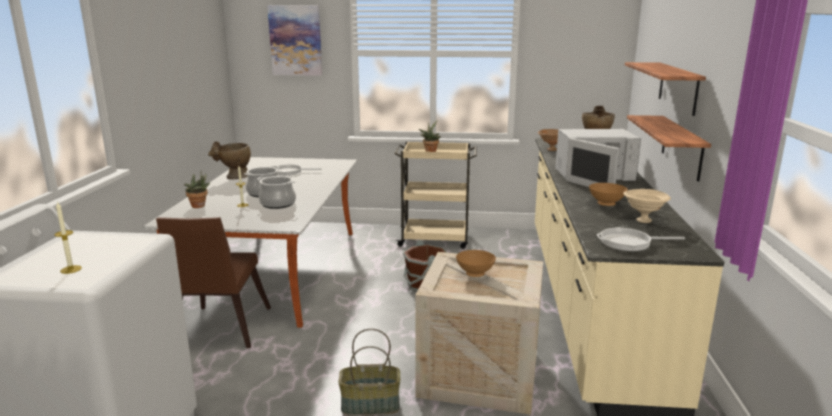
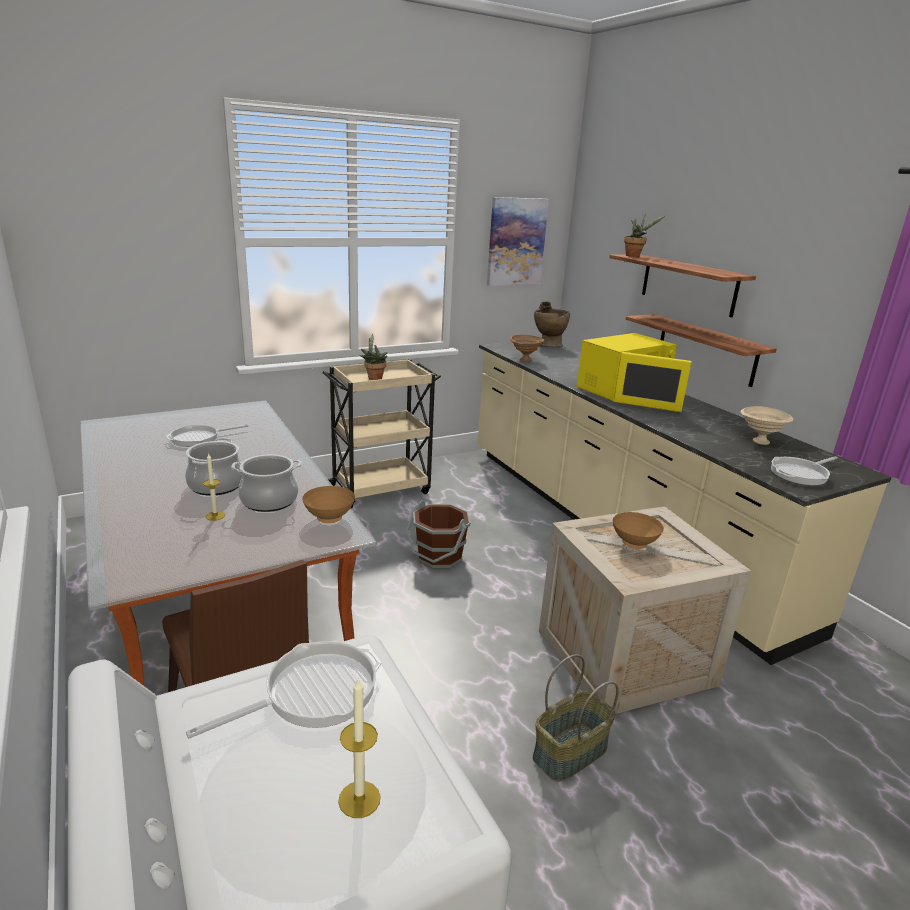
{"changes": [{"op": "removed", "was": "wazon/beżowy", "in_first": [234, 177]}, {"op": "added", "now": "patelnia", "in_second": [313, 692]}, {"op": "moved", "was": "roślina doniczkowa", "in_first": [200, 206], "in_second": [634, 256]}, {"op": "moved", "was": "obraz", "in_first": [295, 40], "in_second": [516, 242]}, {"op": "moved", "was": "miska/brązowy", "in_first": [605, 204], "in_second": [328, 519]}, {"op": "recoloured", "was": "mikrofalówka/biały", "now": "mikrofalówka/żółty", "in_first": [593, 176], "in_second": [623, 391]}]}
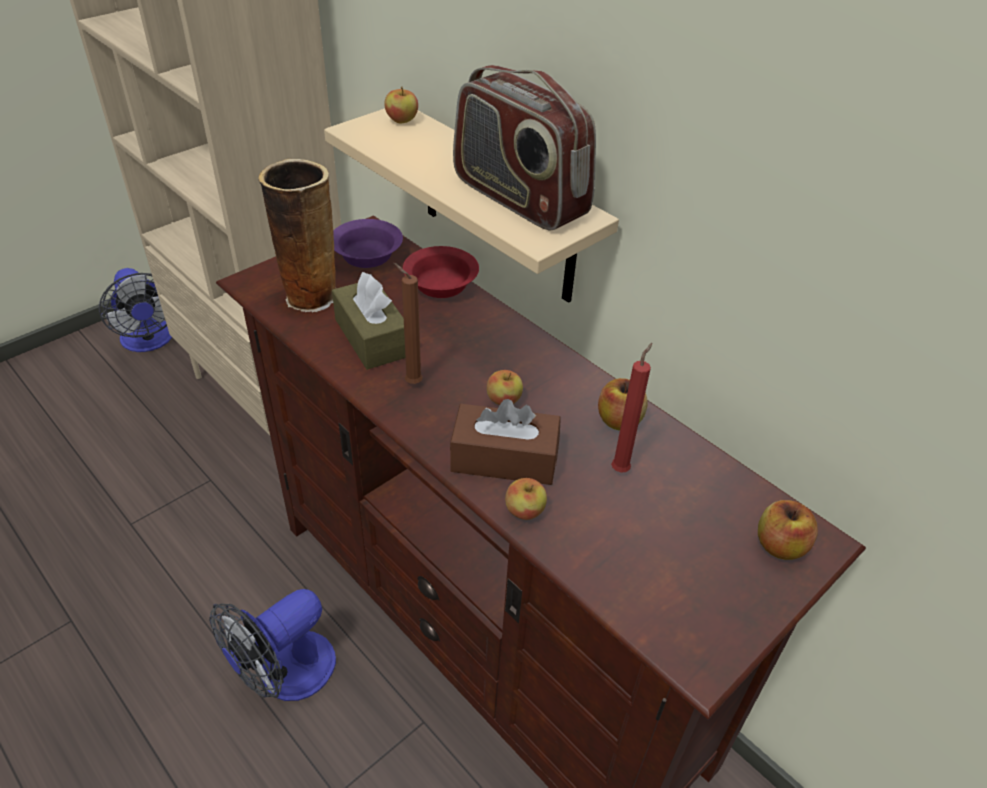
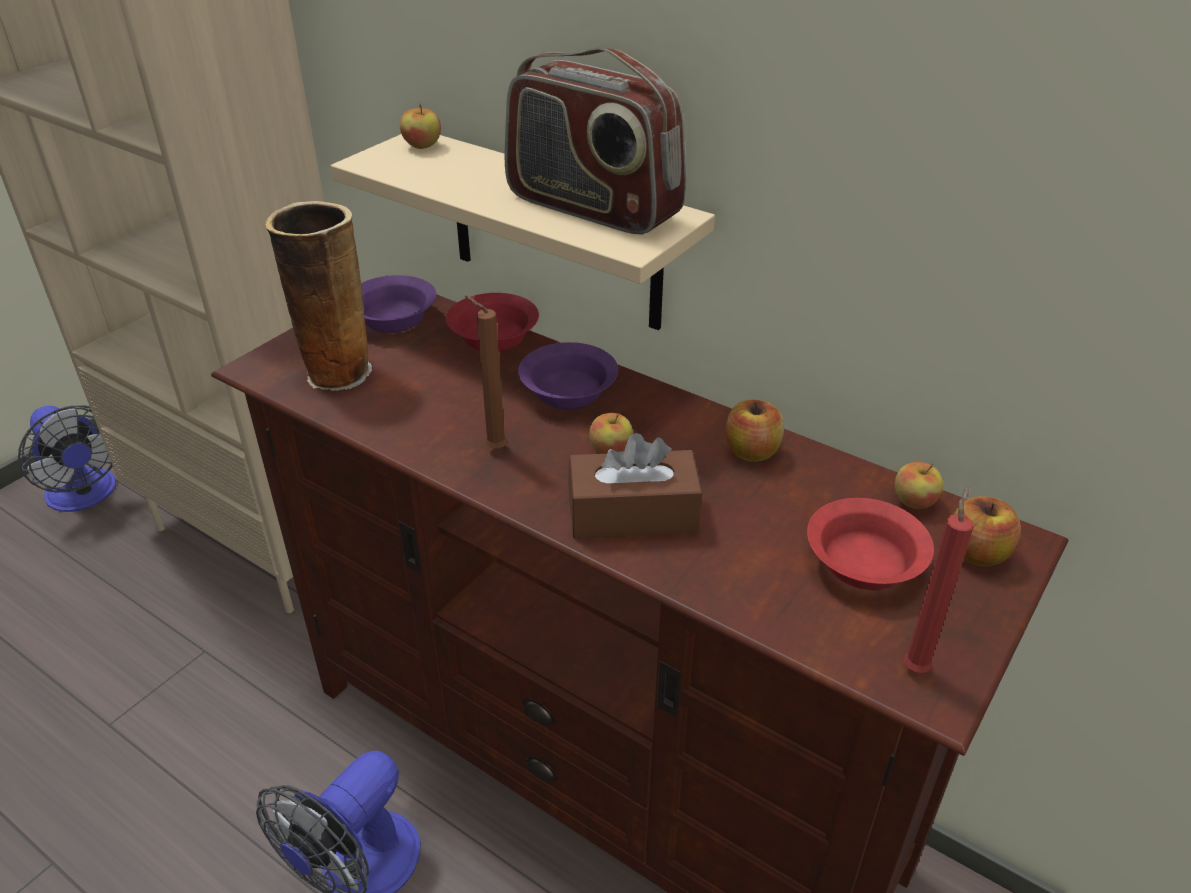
{"changes": [{"op": "removed", "was": "pudełko chusteczek/brązowy", "in_first": [372, 337]}, {"op": "added", "now": "miska/fioletowy", "in_second": [566, 393]}, {"op": "added", "now": "miska/czerwony", "in_second": [860, 563]}, {"op": "moved", "was": "jabłko", "in_first": [525, 511], "in_second": [914, 502]}, {"op": "moved", "was": "świeca/czerwony", "in_first": [621, 468], "in_second": [916, 666]}]}
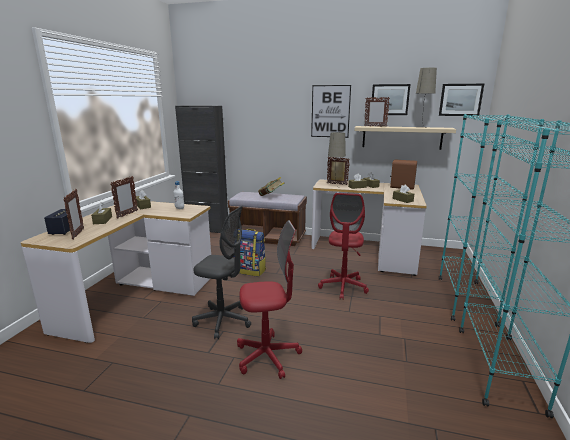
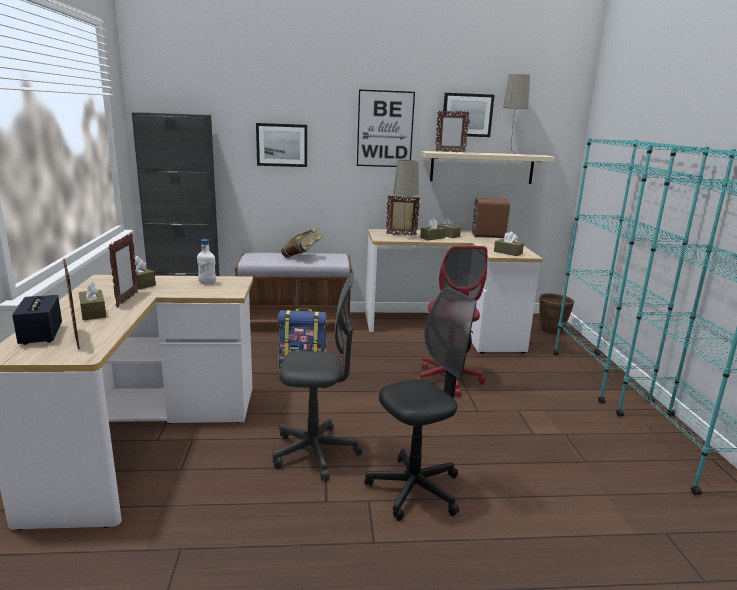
{"changes": [{"op": "added", "now": "donica/brązowy", "in_second": [551, 331]}, {"op": "moved", "was": "obraz", "in_first": [460, 100], "in_second": [282, 145]}, {"op": "recoloured", "was": "krzesło biurowe/czerwony", "now": "krzesło biurowe/czarny", "in_first": [267, 356], "in_second": [415, 490]}]}
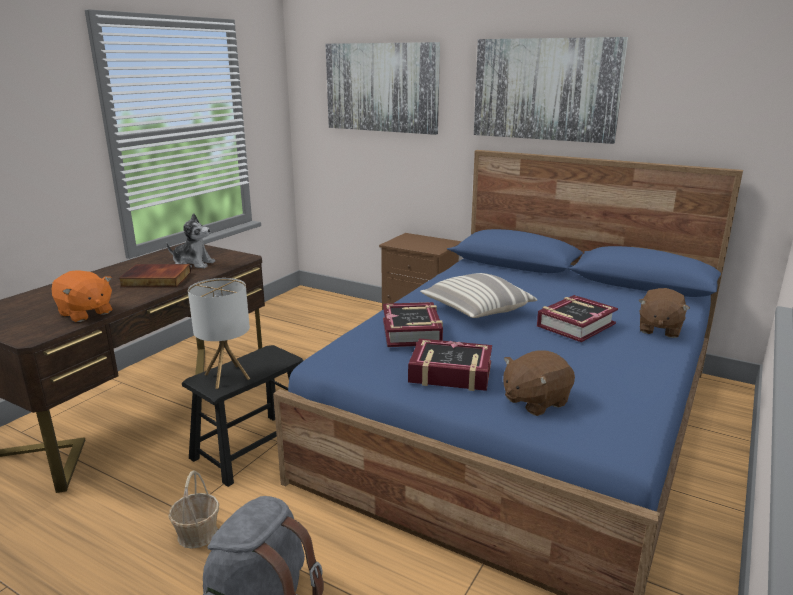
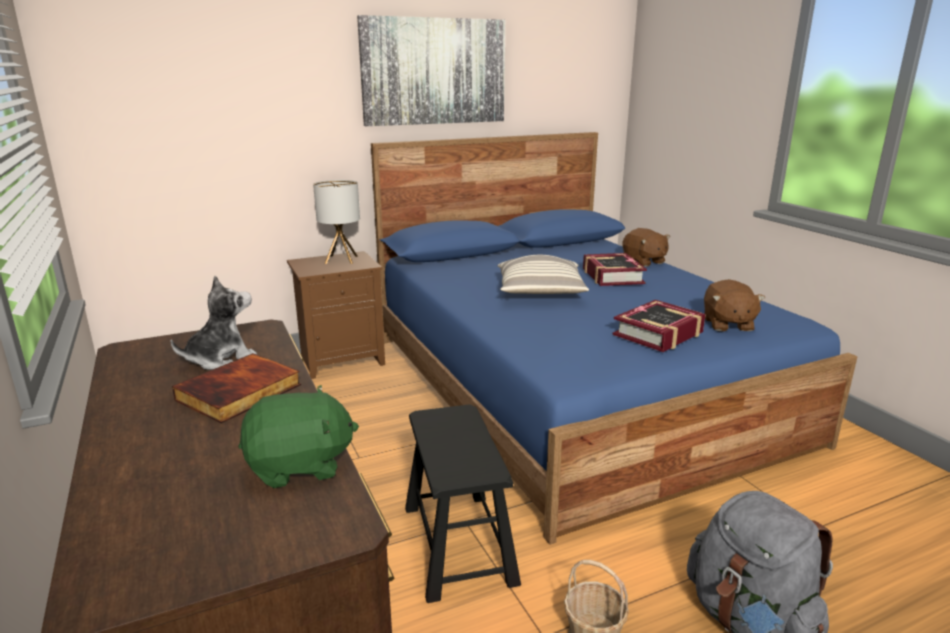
{"changes": [{"op": "removed", "was": "obraz", "in_first": [381, 87]}, {"op": "removed", "was": "książka", "in_first": [412, 332]}, {"op": "moved", "was": "lampa stołowa", "in_first": [227, 376], "in_second": [341, 259]}, {"op": "recoloured", "was": "pluszak/pomarańczowy", "now": "pluszak/zielony", "in_first": [85, 313], "in_second": [300, 466]}]}
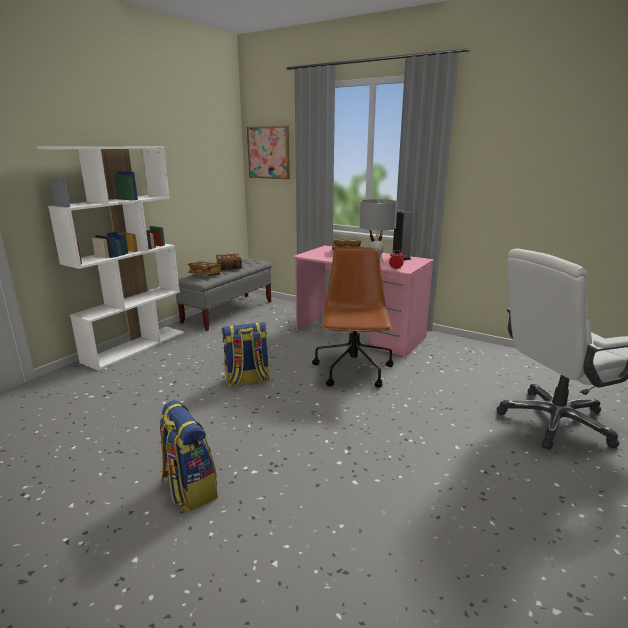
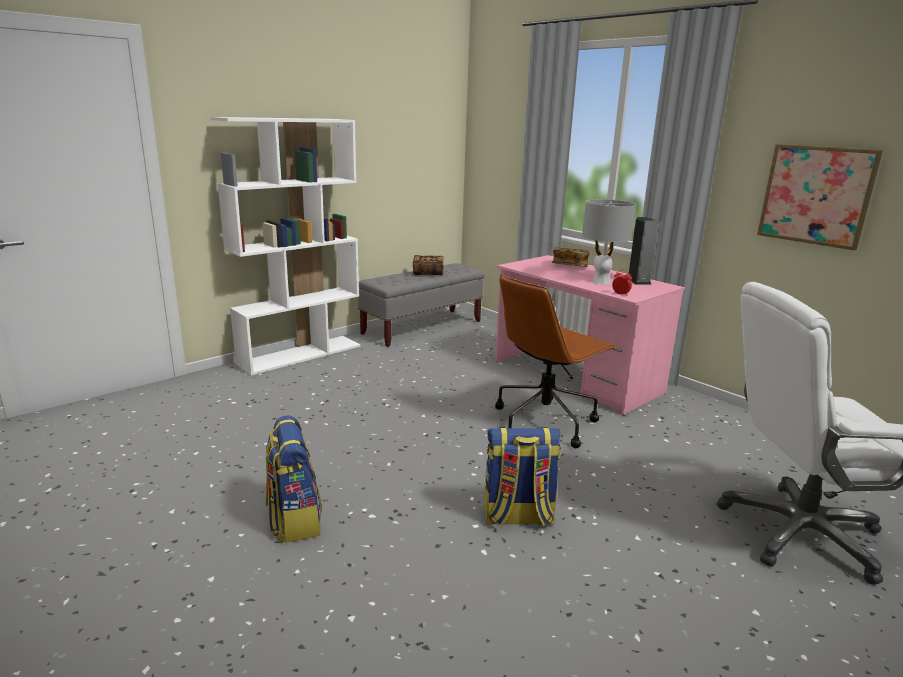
{"changes": [{"op": "removed", "was": "książka", "in_first": [205, 275]}, {"op": "moved", "was": "plecak", "in_first": [247, 380], "in_second": [517, 517]}, {"op": "moved", "was": "obraz", "in_first": [269, 152], "in_second": [816, 195]}, {"op": "turned", "was": "krzesło biurowe/brązowy", "in_first": [353, 371], "in_second": [545, 421], "clockwise": -150}]}
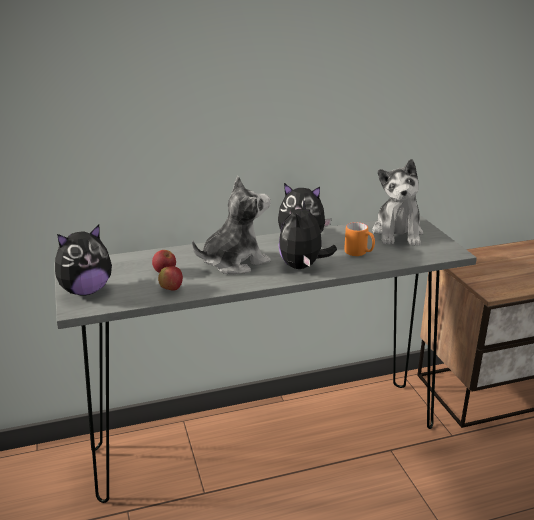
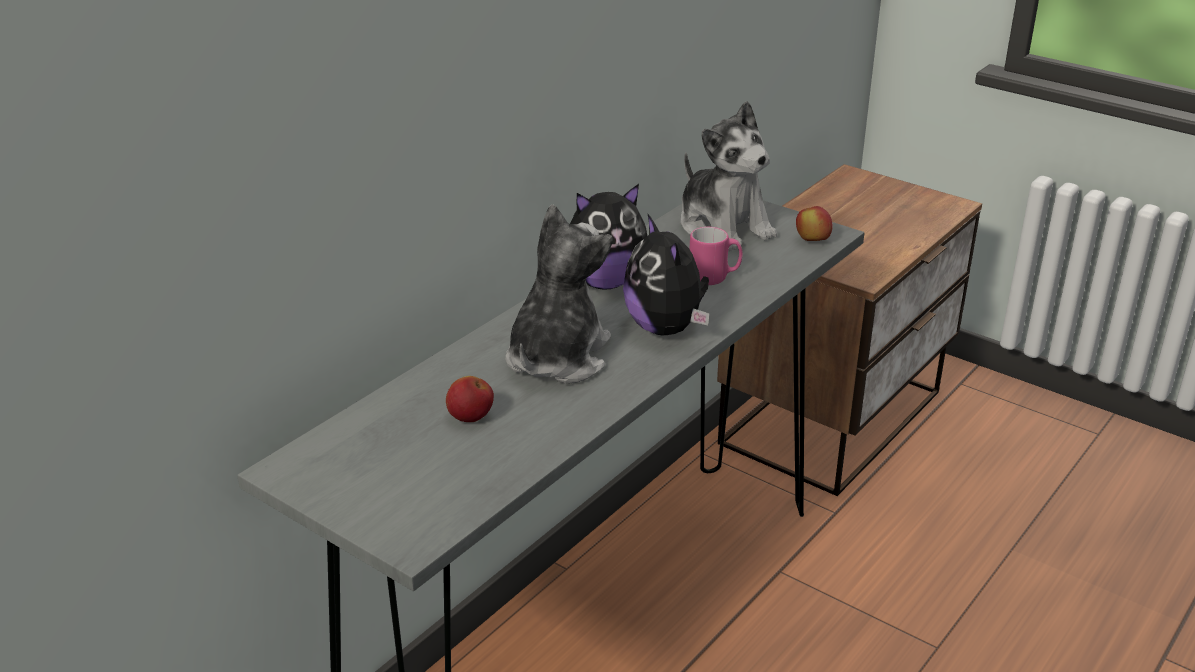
{"changes": [{"op": "removed", "was": "pluszak", "in_first": [86, 291]}, {"op": "moved", "was": "jabłko", "in_first": [171, 289], "in_second": [812, 240]}, {"op": "recoloured", "was": "kubek/pomarańczowy", "now": "kubek/różowy", "in_first": [359, 253], "in_second": [714, 278]}]}
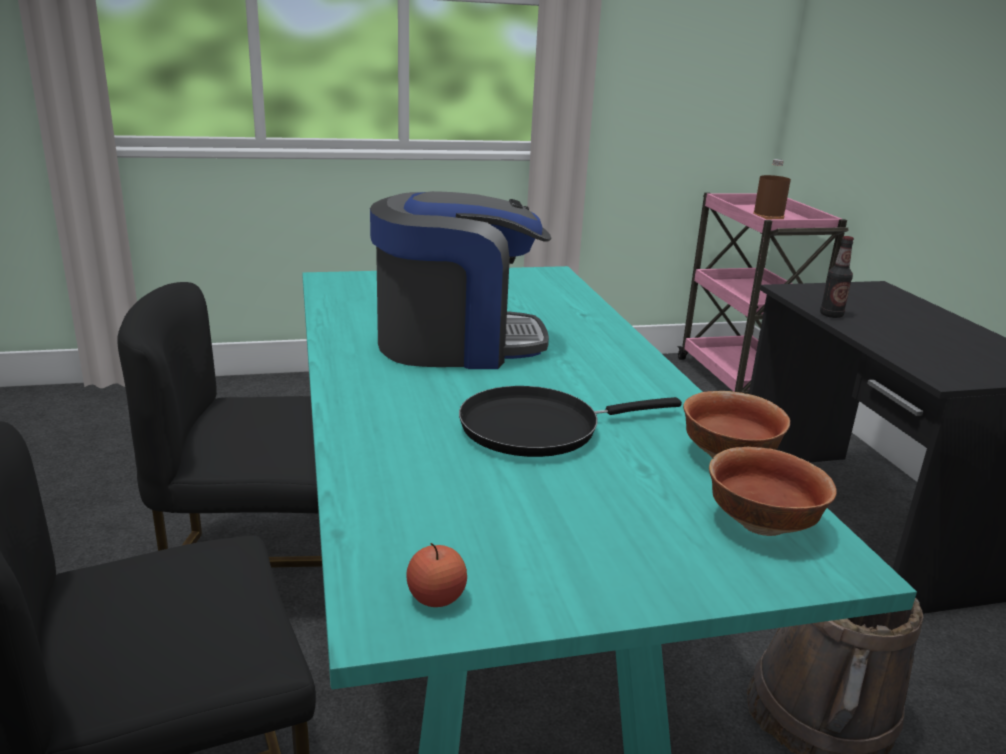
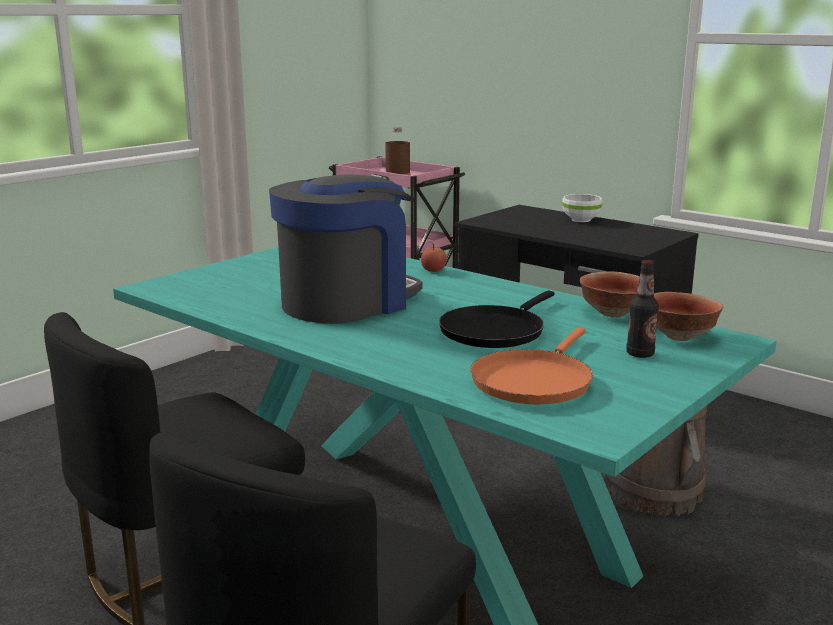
{"changes": [{"op": "added", "now": "patelnia/pomarańczowy", "in_second": [534, 380]}, {"op": "added", "now": "miska/biały", "in_second": [581, 220]}, {"op": "moved", "was": "jabłko", "in_first": [436, 597], "in_second": [433, 270]}, {"op": "moved", "was": "butelka", "in_first": [831, 315], "in_second": [640, 354]}]}
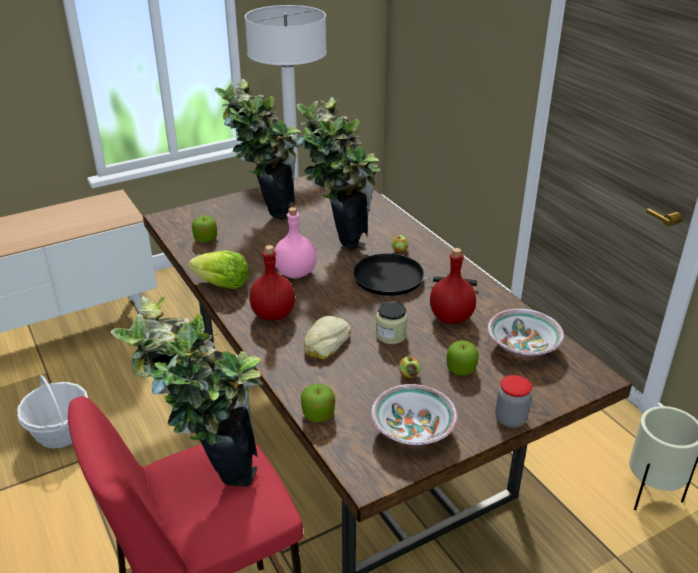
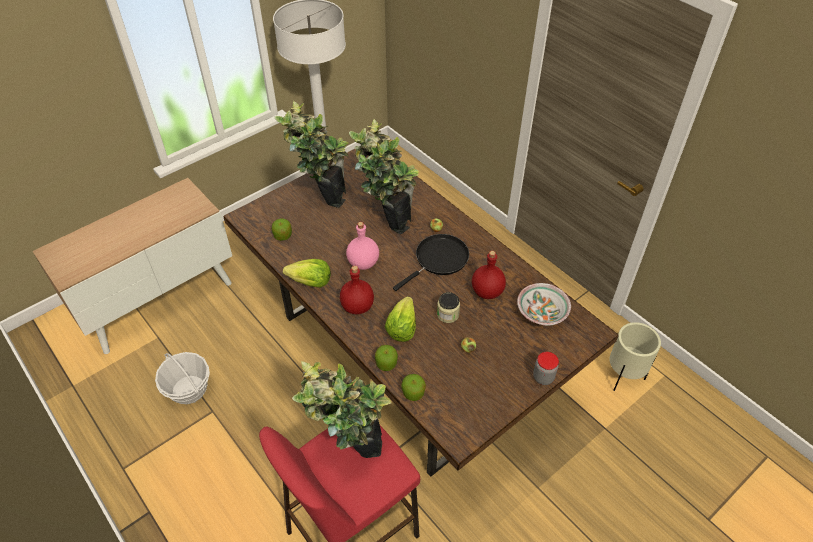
{"changes": [{"op": "removed", "was": "miska", "in_first": [412, 429]}, {"op": "moved", "was": "jabłko", "in_first": [461, 369], "in_second": [386, 363]}, {"op": "replaced", "was": "chleb", "now": "sałata", "in_first": [325, 342], "in_second": [402, 328]}, {"op": "turned", "was": "patelnia/czarny", "in_first": [394, 279], "in_second": [439, 260], "clockwise": 135}]}
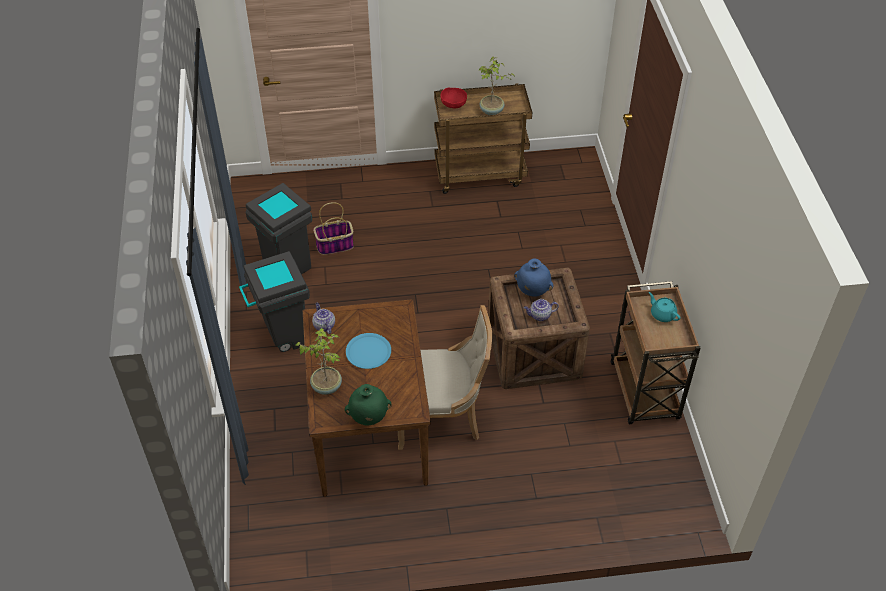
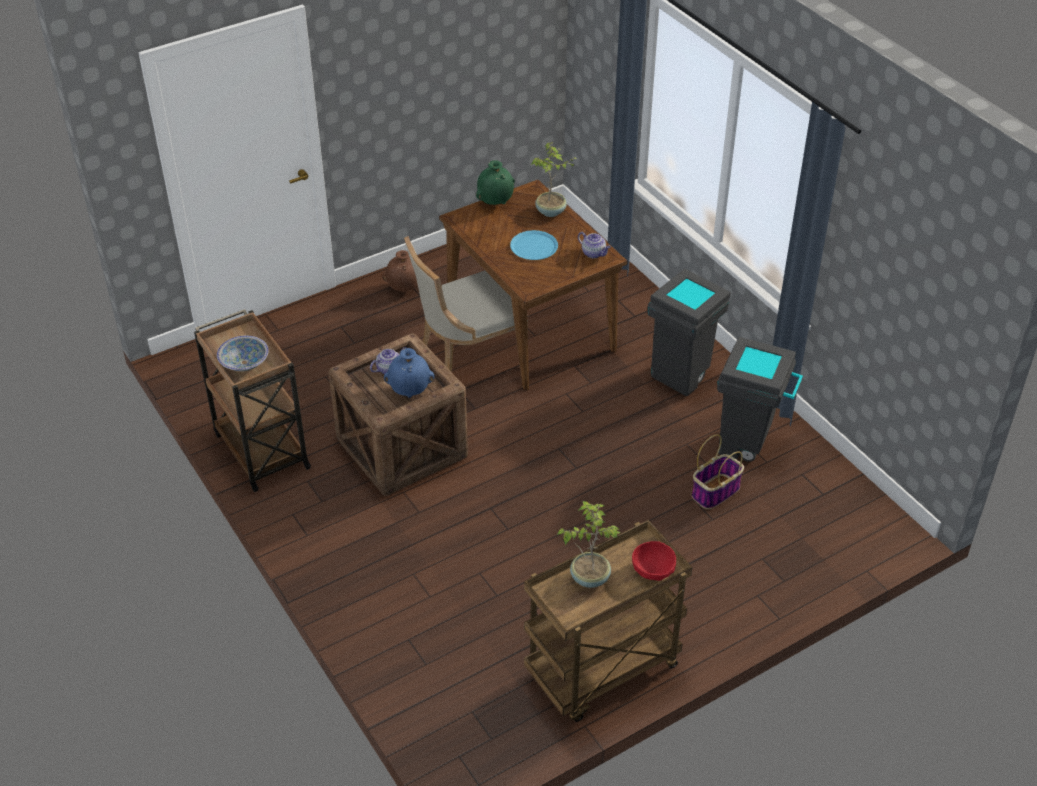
{"changes": [{"op": "added", "now": "wazon/brązowy", "in_second": [404, 288]}, {"op": "replaced", "was": "imbryk/turkusowy", "now": "miska", "in_first": [662, 314], "in_second": [244, 362]}]}
